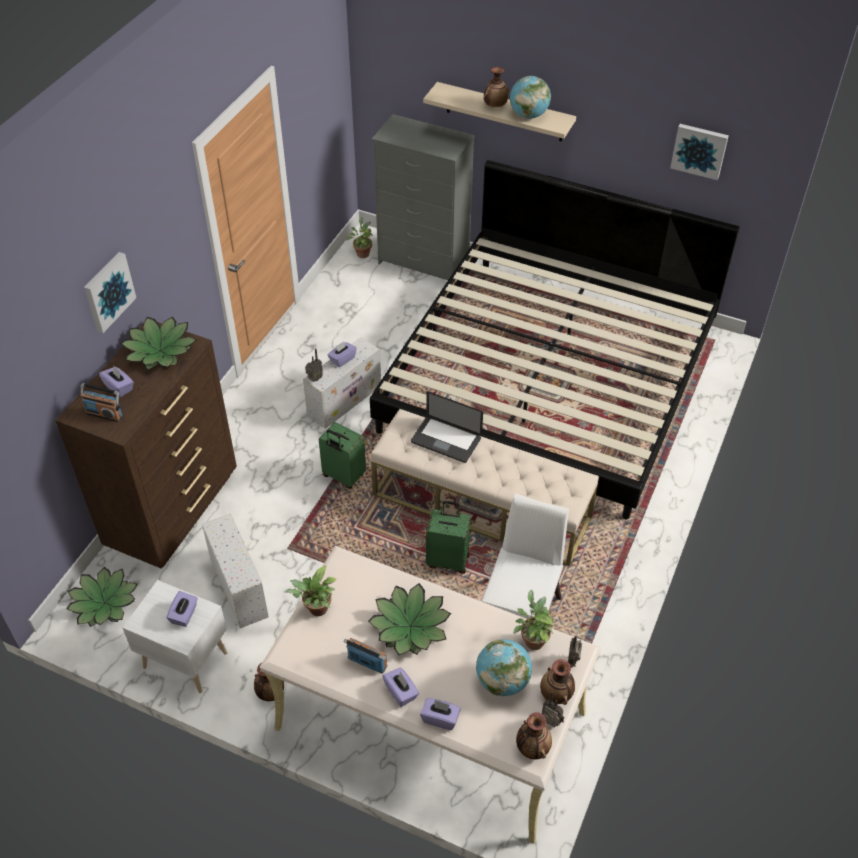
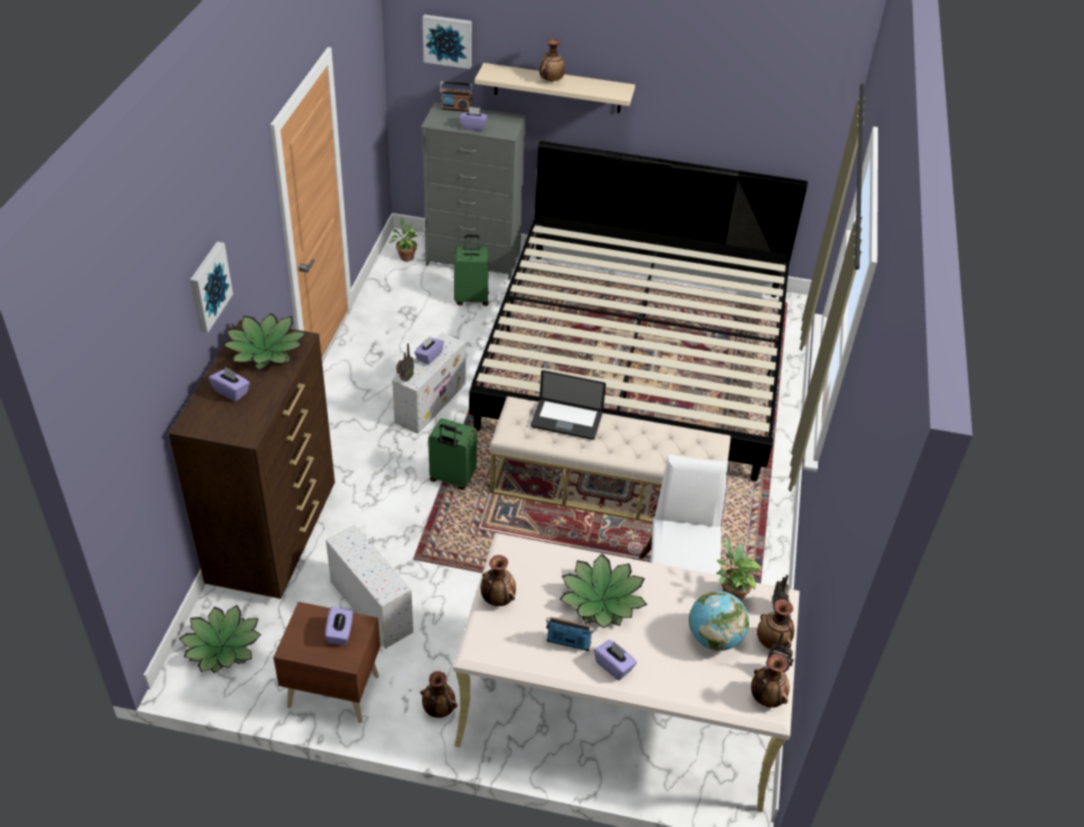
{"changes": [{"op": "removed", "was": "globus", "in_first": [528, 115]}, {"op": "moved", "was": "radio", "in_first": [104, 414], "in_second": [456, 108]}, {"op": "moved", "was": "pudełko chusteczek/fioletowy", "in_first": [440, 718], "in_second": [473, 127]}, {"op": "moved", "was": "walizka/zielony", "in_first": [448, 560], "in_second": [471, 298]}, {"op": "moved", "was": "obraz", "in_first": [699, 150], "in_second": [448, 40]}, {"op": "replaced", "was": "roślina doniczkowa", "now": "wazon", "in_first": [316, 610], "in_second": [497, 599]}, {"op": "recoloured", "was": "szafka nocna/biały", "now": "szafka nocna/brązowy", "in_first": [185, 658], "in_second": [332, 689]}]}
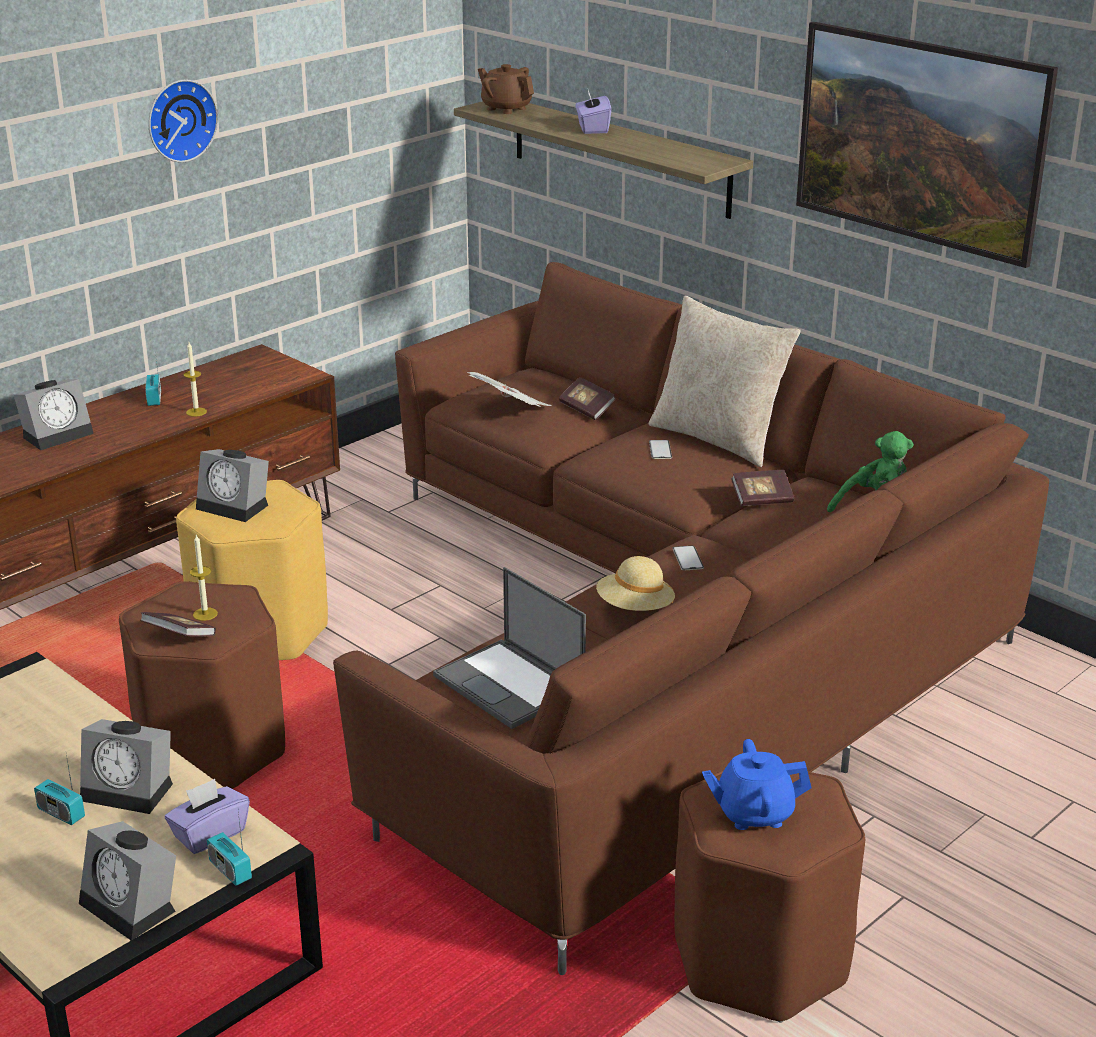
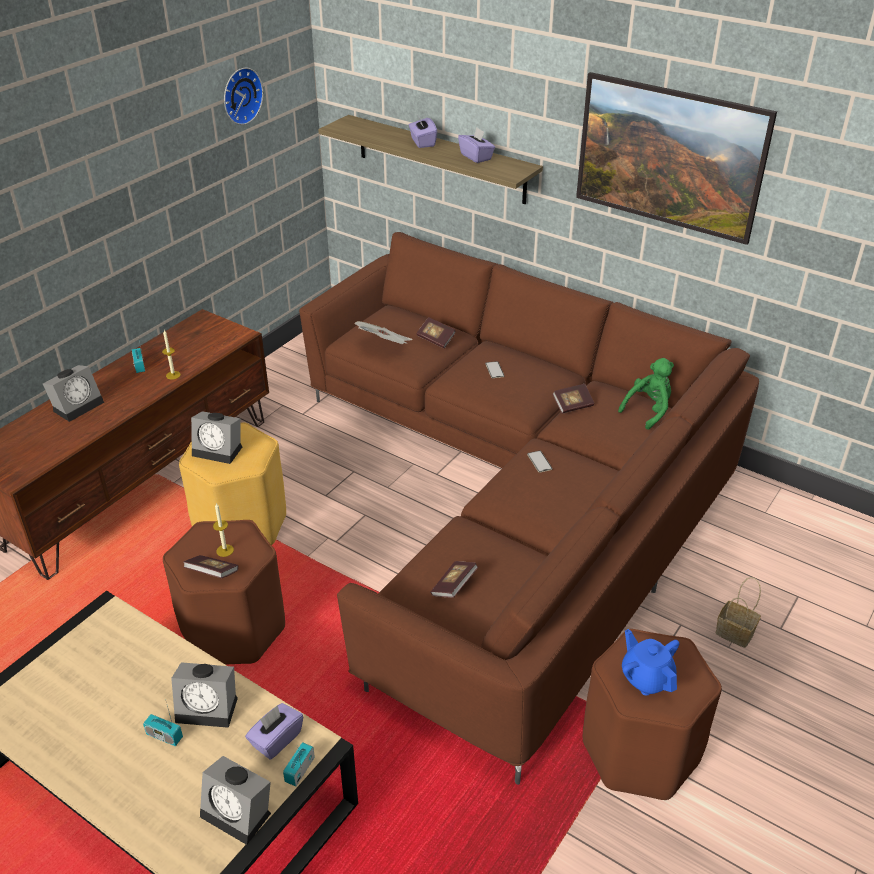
{"changes": [{"op": "removed", "was": "imbryk/brązowy", "in_first": [506, 108]}, {"op": "removed", "was": "kapelusz/beżowy", "in_first": [635, 608]}, {"op": "removed", "was": "poduszka/beżowy", "in_first": [718, 438]}, {"op": "added", "now": "pudełko chusteczek/fioletowy", "in_second": [476, 157]}, {"op": "added", "now": "koszyk", "in_second": [736, 633]}, {"op": "moved", "was": "zegar ścienny", "in_first": [179, 119], "in_second": [240, 95]}, {"op": "replaced", "was": "laptop", "now": "książka", "in_first": [510, 684], "in_second": [454, 586]}, {"op": "turned", "was": "radio", "in_first": [230, 870], "in_second": [299, 770], "clockwise": 75}, {"op": "turned", "was": "imbryk/niebieski", "in_first": [754, 813], "in_second": [646, 678], "clockwise": 75}]}
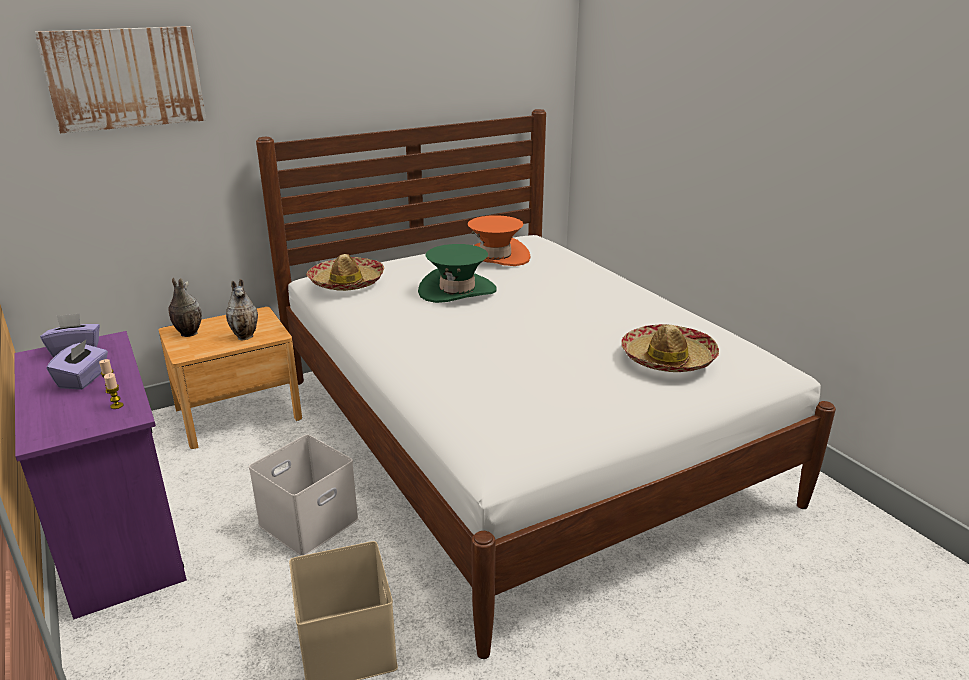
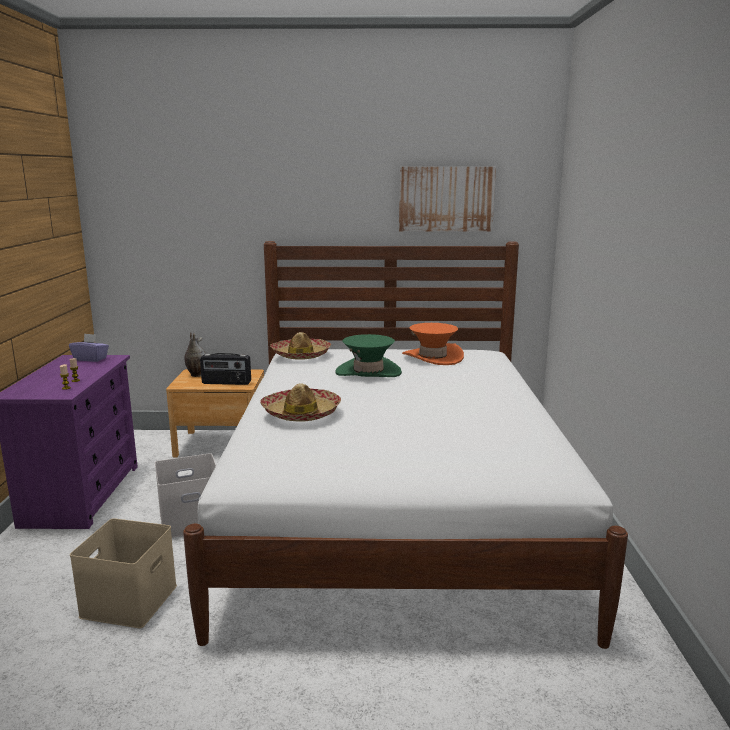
{"changes": [{"op": "removed", "was": "pudełko chusteczek/fioletowy", "in_first": [83, 379]}, {"op": "moved", "was": "obraz", "in_first": [125, 78], "in_second": [446, 199]}, {"op": "moved", "was": "kapelusz", "in_first": [667, 359], "in_second": [301, 413]}, {"op": "replaced", "was": "wazon", "now": "radio", "in_first": [246, 336], "in_second": [226, 383]}]}
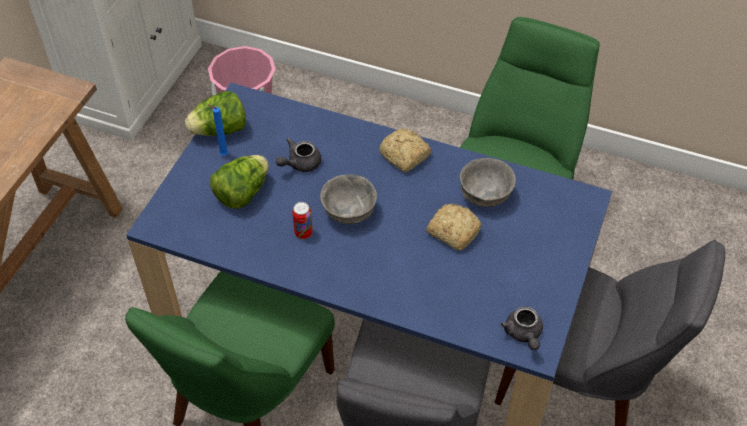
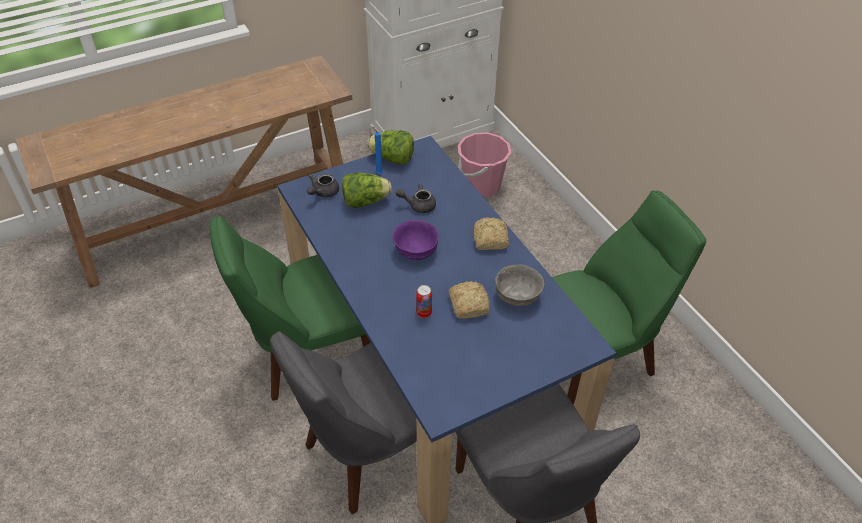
{"changes": [{"op": "moved", "was": "puszka", "in_first": [303, 233], "in_second": [424, 313]}, {"op": "moved", "was": "imbryk/szary", "in_first": [523, 334], "in_second": [323, 193]}, {"op": "recoloured", "was": "miska/szary", "now": "miska/fioletowy", "in_first": [348, 211], "in_second": [416, 250]}]}
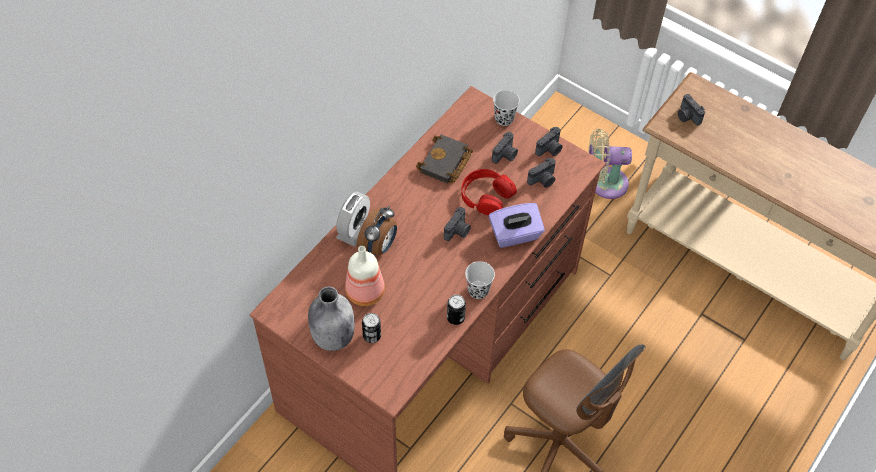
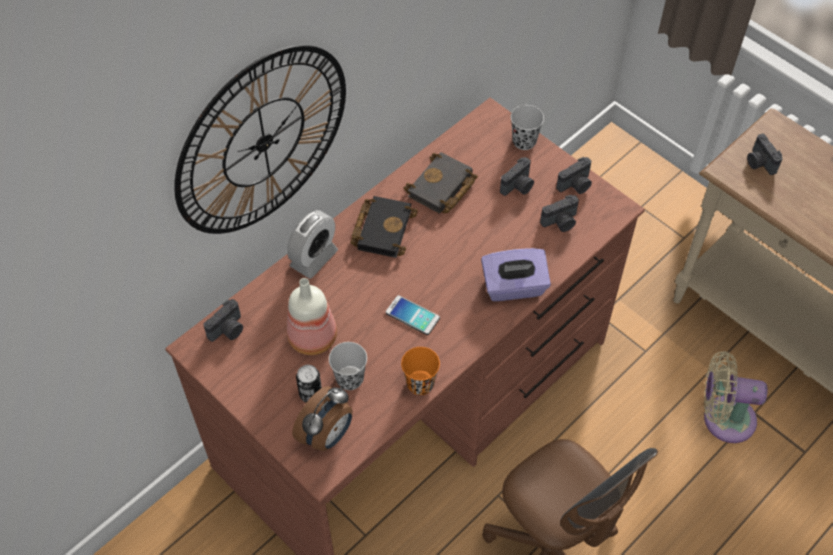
{"changes": [{"op": "removed", "was": "butelka/szary", "in_first": [332, 337]}, {"op": "removed", "was": "słuchawki/czerwony", "in_first": [486, 196]}, {"op": "added", "now": "zegar ścienny", "in_second": [263, 142]}, {"op": "added", "now": "książka/czarny", "in_second": [382, 228]}, {"op": "added", "now": "telefon", "in_second": [412, 315]}, {"op": "moved", "was": "budzik", "in_first": [379, 246], "in_second": [327, 435]}, {"op": "moved", "was": "aparat fotograficzny", "in_first": [458, 231], "in_second": [228, 330]}, {"op": "moved", "was": "filiżanka/czarny", "in_first": [478, 290], "in_second": [350, 379]}, {"op": "moved", "was": "wentylator/beżowy", "in_first": [604, 183], "in_second": [723, 418]}, {"op": "replaced", "was": "puszka", "now": "filiżanka/pomarańczowy", "in_first": [455, 318], "in_second": [420, 383]}]}
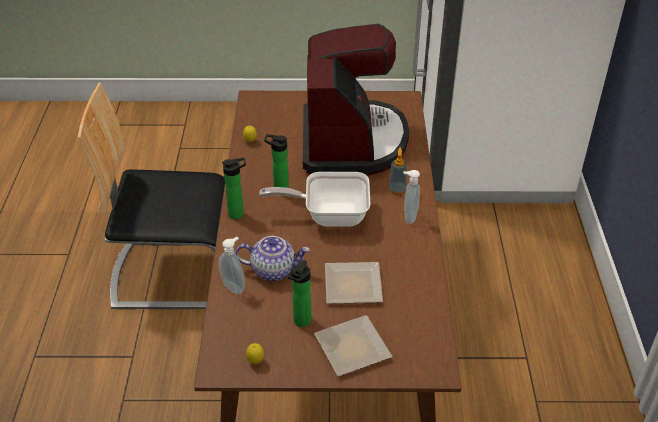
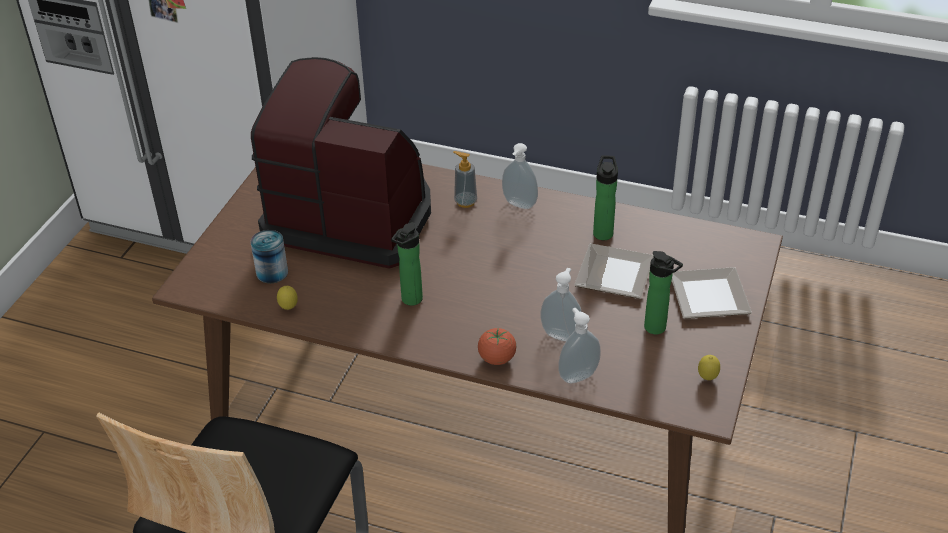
{"changes": [{"op": "removed", "was": "patelnia", "in_first": [329, 215]}, {"op": "added", "now": "puszka", "in_second": [272, 272]}, {"op": "added", "now": "pomidor", "in_second": [497, 359]}, {"op": "moved", "was": "butelka", "in_first": [238, 214], "in_second": [603, 232]}, {"op": "replaced", "was": "imbryk", "now": "dozownik mydła", "in_first": [274, 270], "in_second": [561, 334]}]}
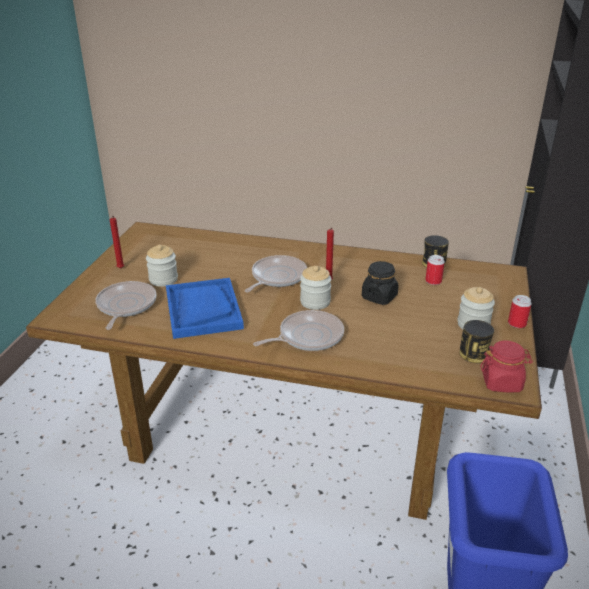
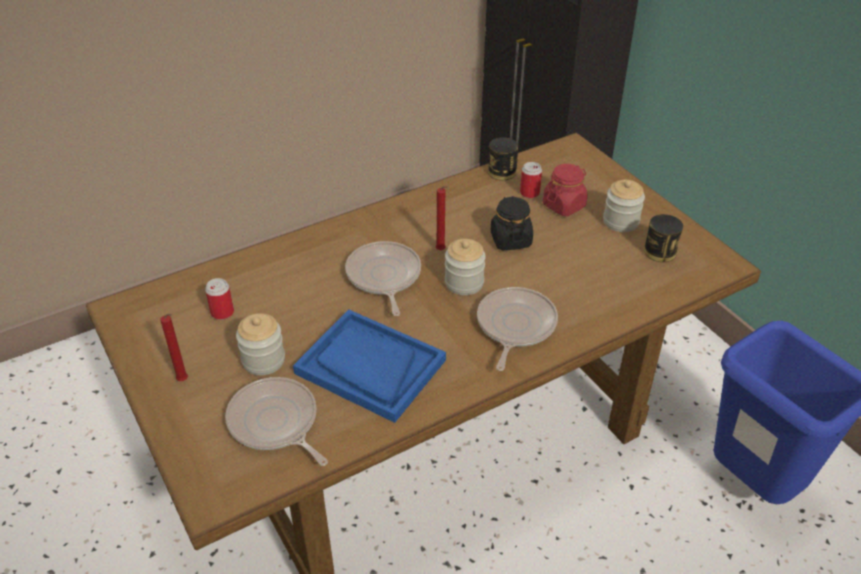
{"changes": [{"op": "moved", "was": "słoik/czerwony", "in_first": [502, 382], "in_second": [564, 205]}, {"op": "moved", "was": "puszka", "in_first": [517, 323], "in_second": [222, 312]}]}
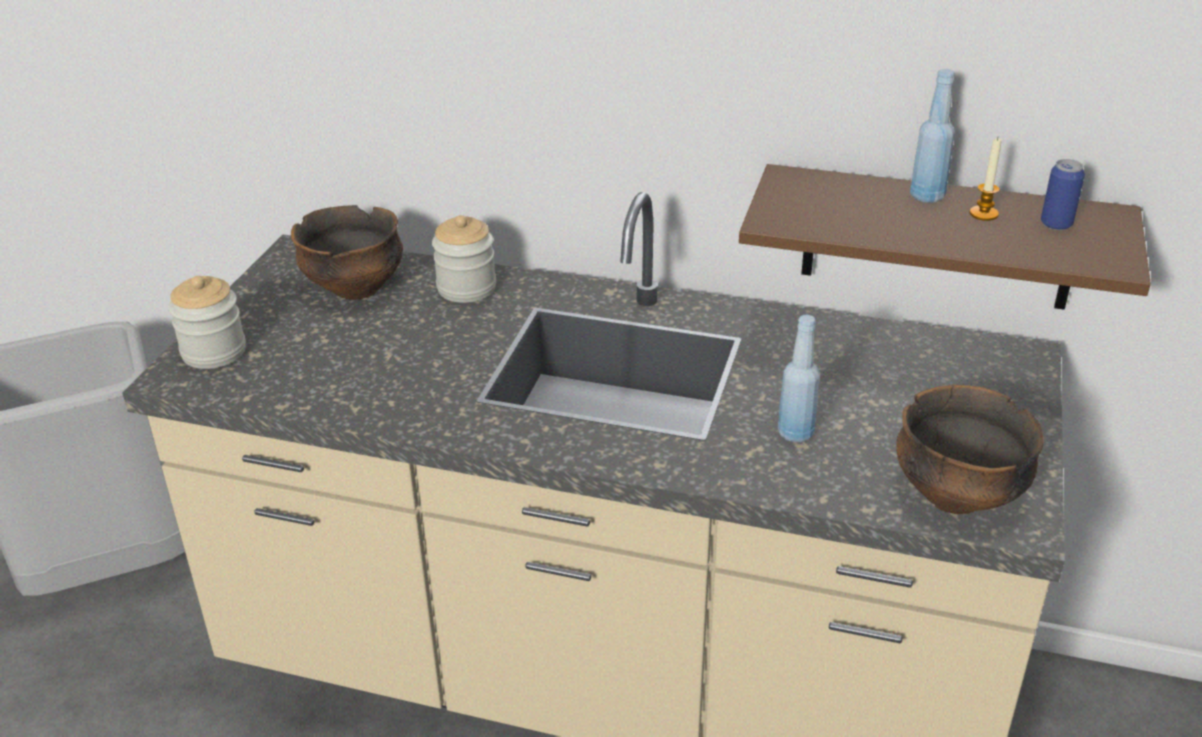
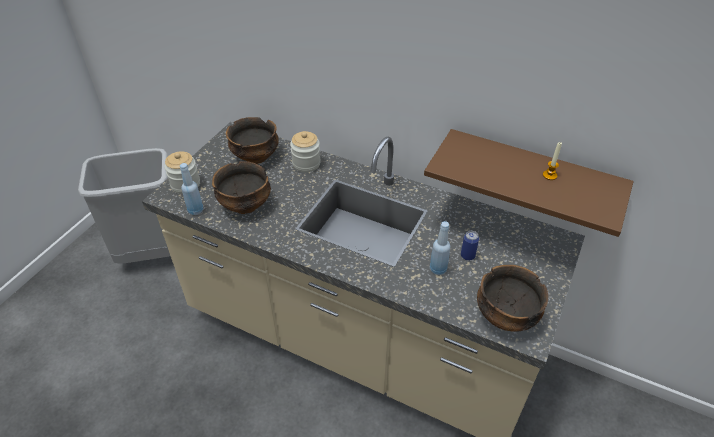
{"changes": [{"op": "added", "now": "miska", "in_second": [245, 205]}, {"op": "moved", "was": "butelka/niebieski", "in_first": [927, 196], "in_second": [196, 210]}, {"op": "moved", "was": "puszka", "in_first": [1056, 224], "in_second": [467, 255]}]}
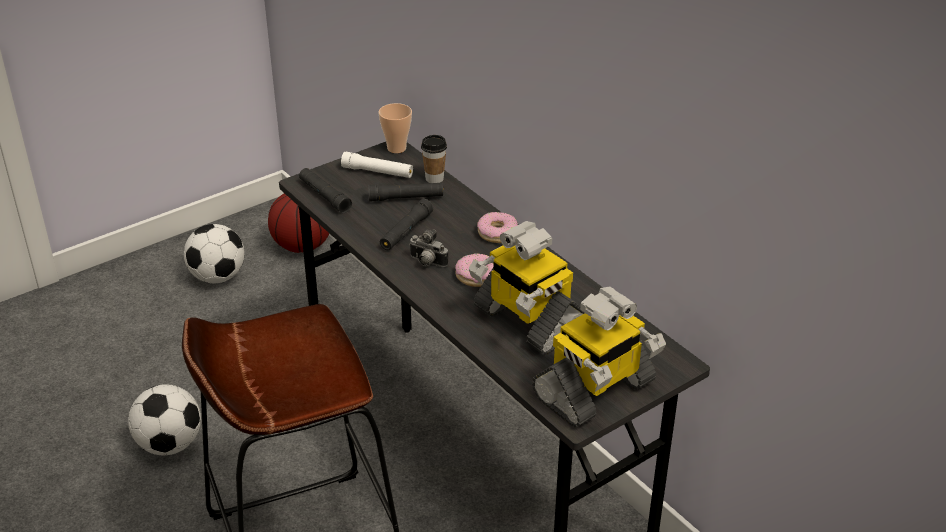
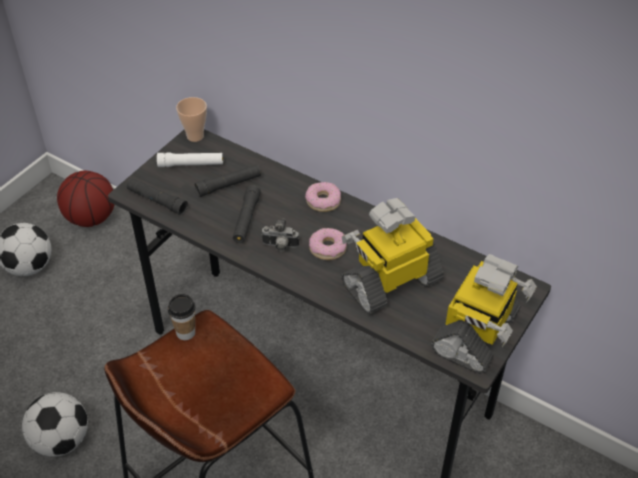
{"changes": [{"op": "moved", "was": "filiżanka", "in_first": [434, 179], "in_second": [185, 332]}, {"op": "turned", "was": "robot zabawkowy", "in_first": [527, 321], "in_second": [390, 281], "clockwise": 120}]}
